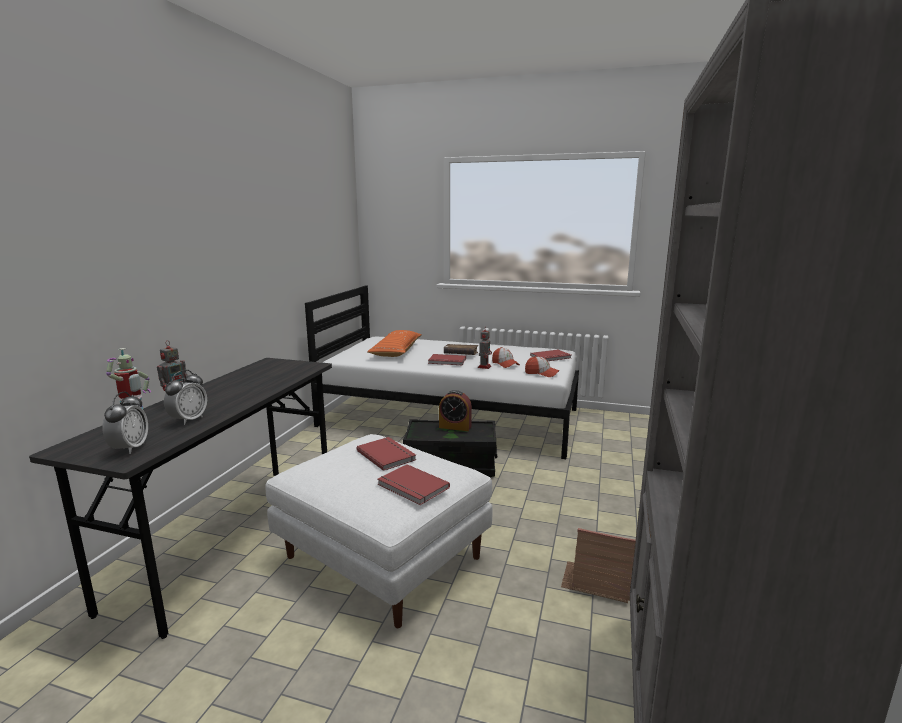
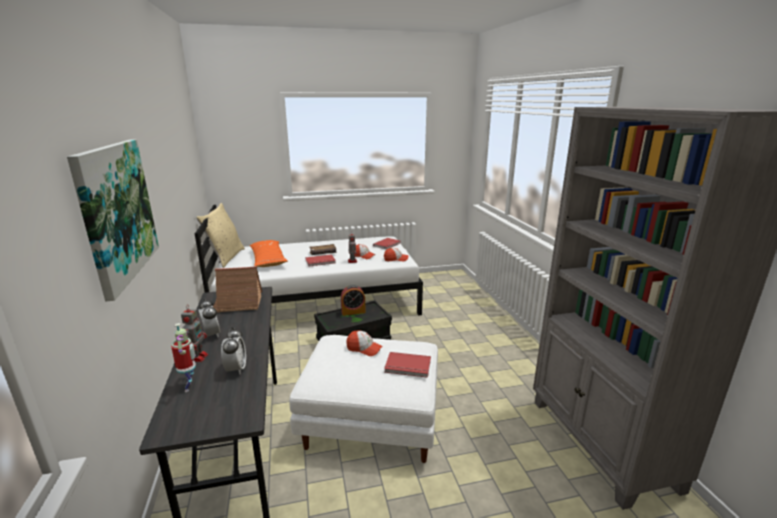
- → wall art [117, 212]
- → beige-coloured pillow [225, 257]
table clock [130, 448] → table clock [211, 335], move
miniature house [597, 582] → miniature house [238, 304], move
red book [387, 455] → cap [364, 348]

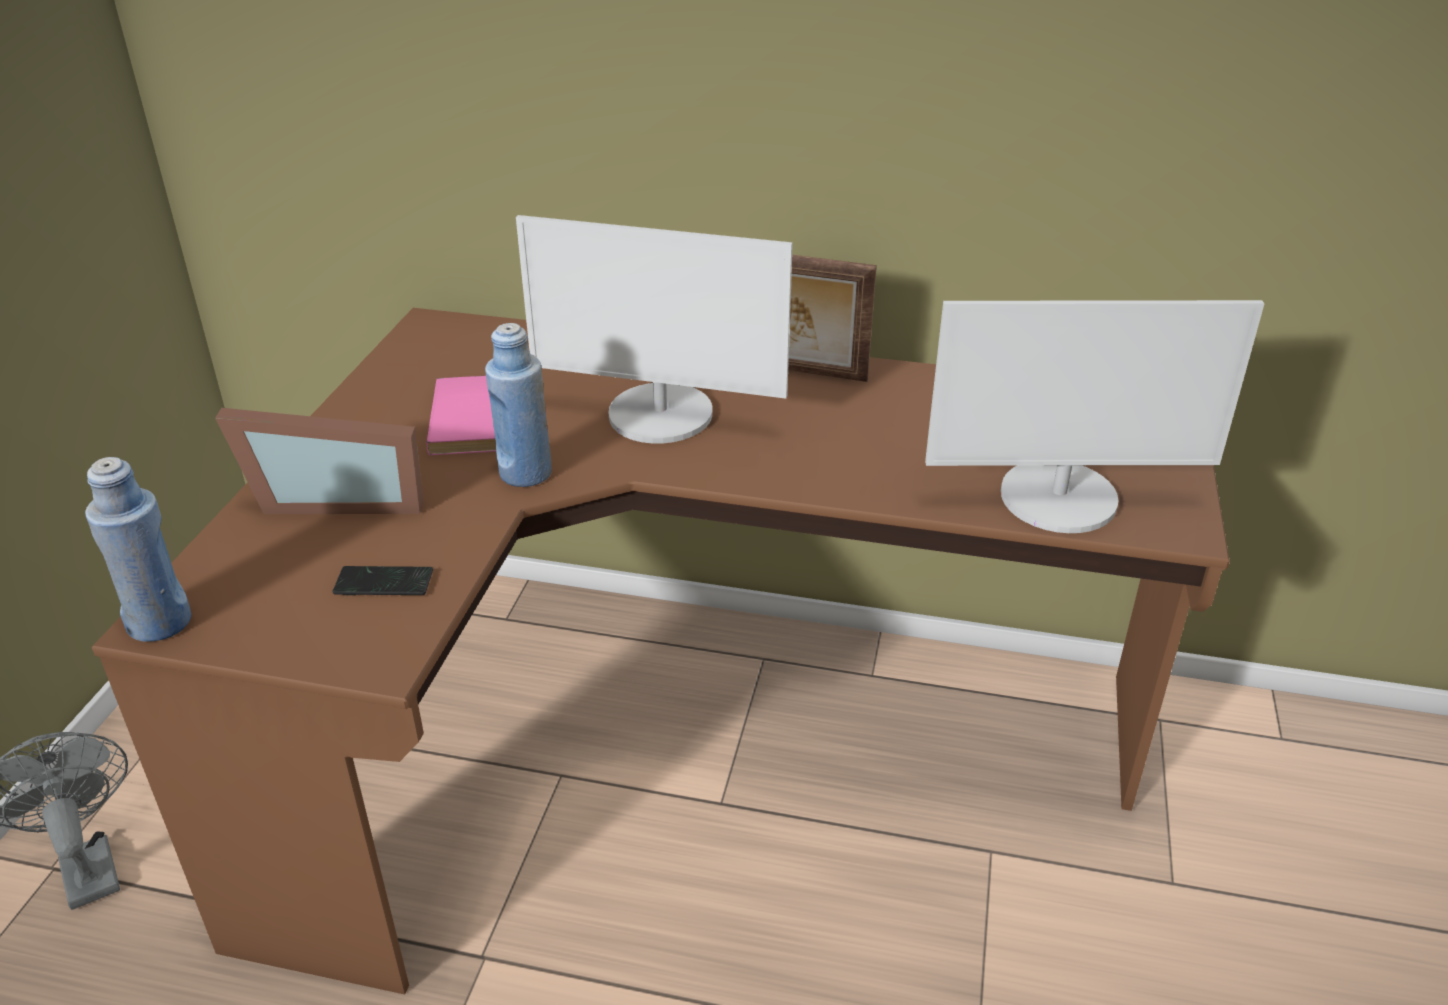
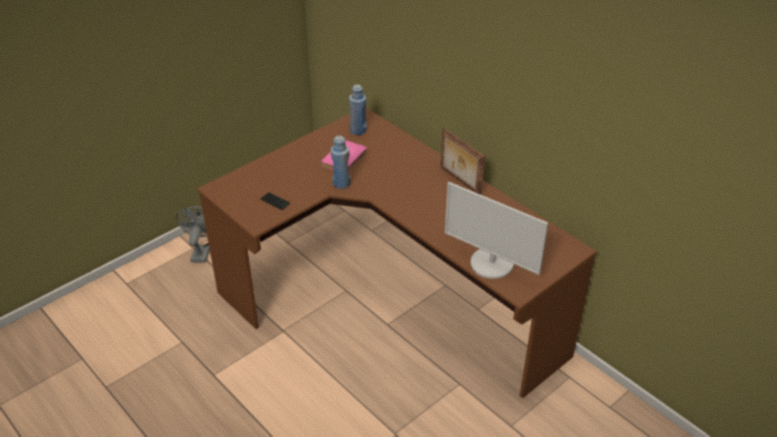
blue bottle [160, 622] → blue bottle [358, 130], move
standing frame [339, 498] → -
monitor [661, 415] → -

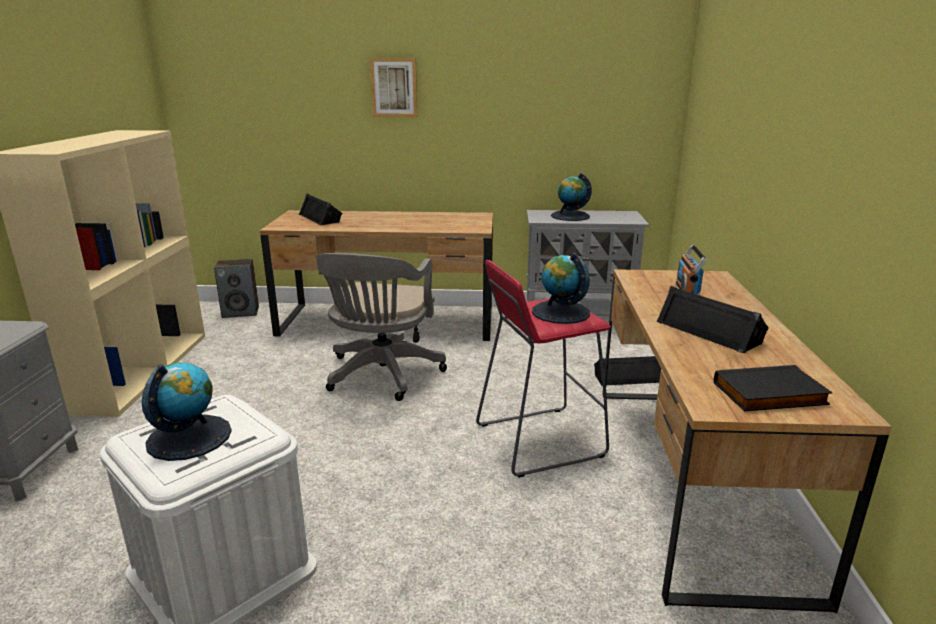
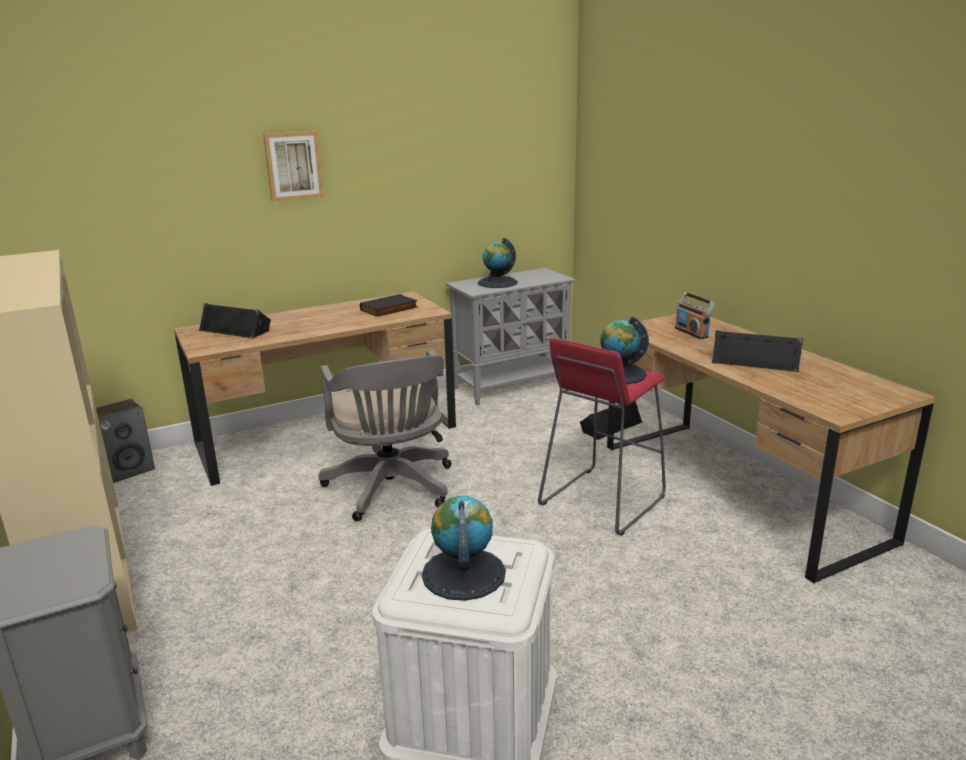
black book [770, 395] → black book [389, 309], move

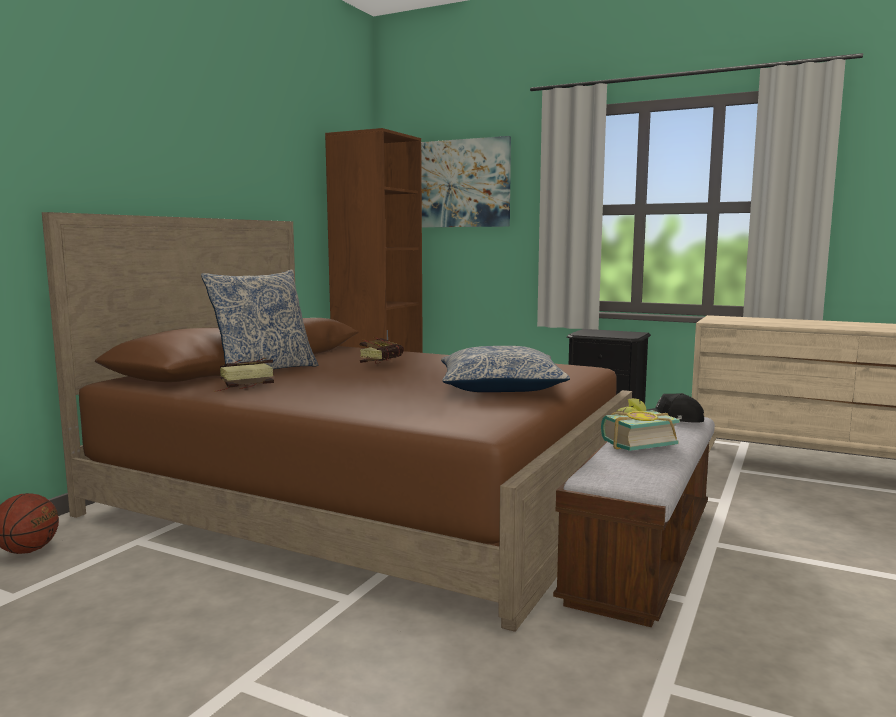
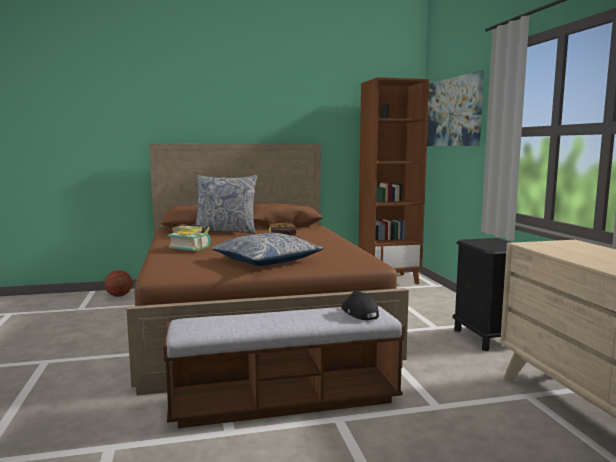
book [634, 443] → book [192, 248], move

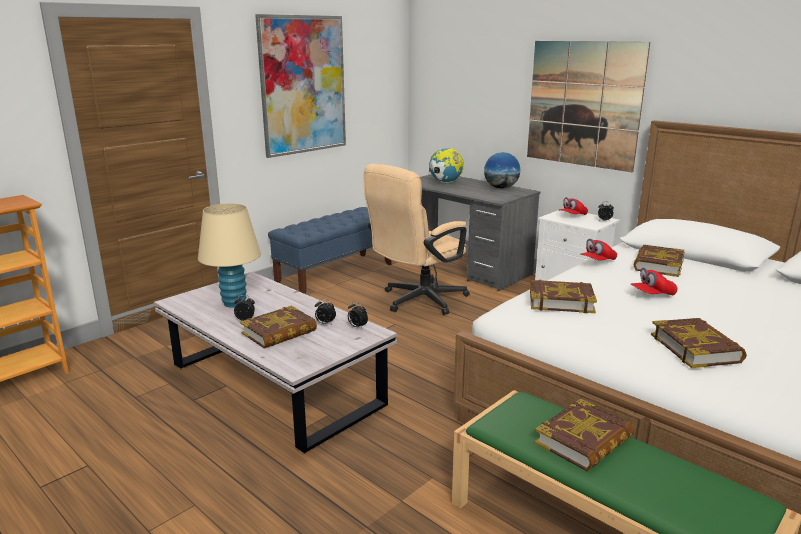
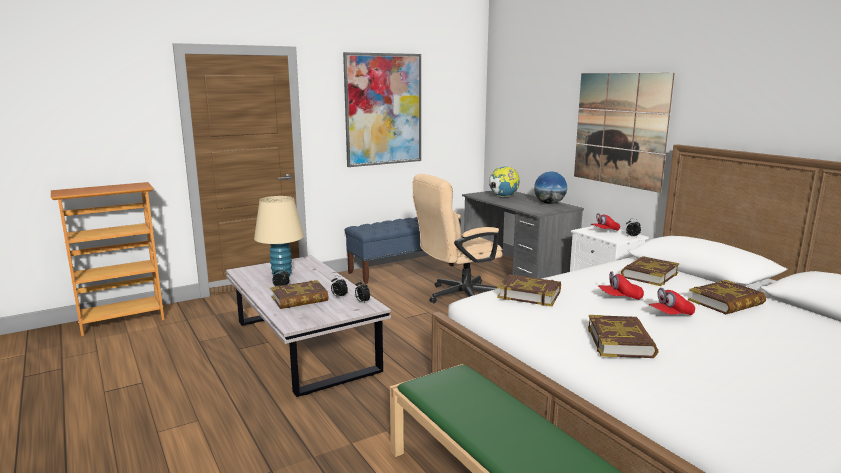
red cap [597, 261] → red cap [670, 315], move
book [584, 441] → book [726, 302], move

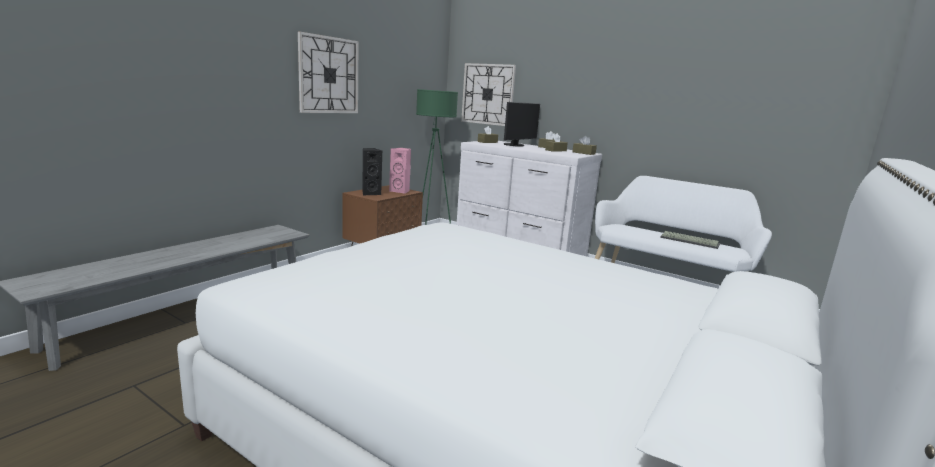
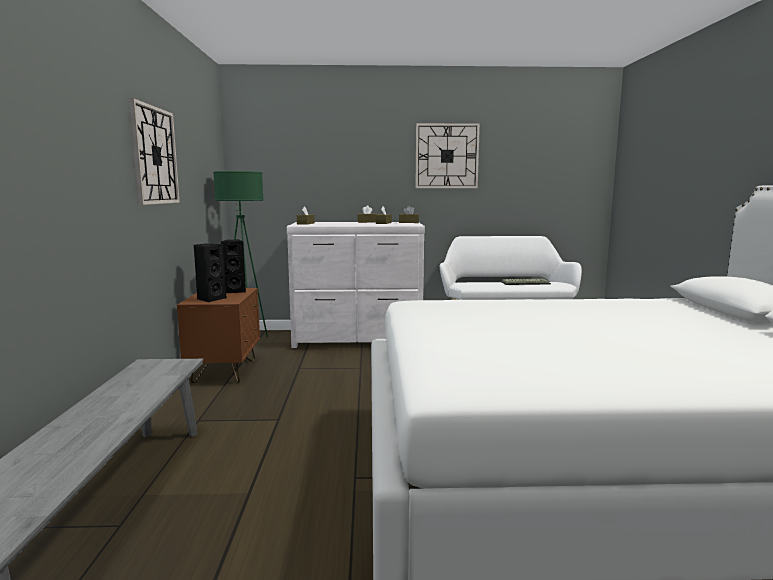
pink-coloured audio speaker [400, 191] → black audio speaker [235, 291]
hanging clock [488, 94] → hanging clock [447, 156], move
monitor [516, 145] → -

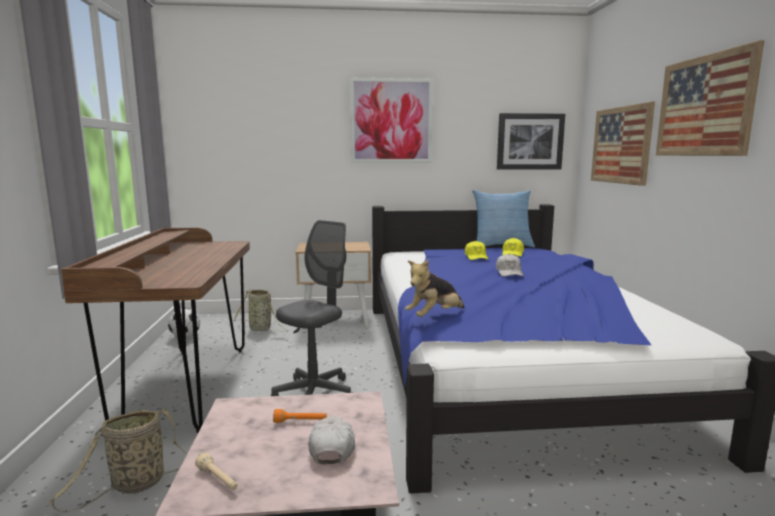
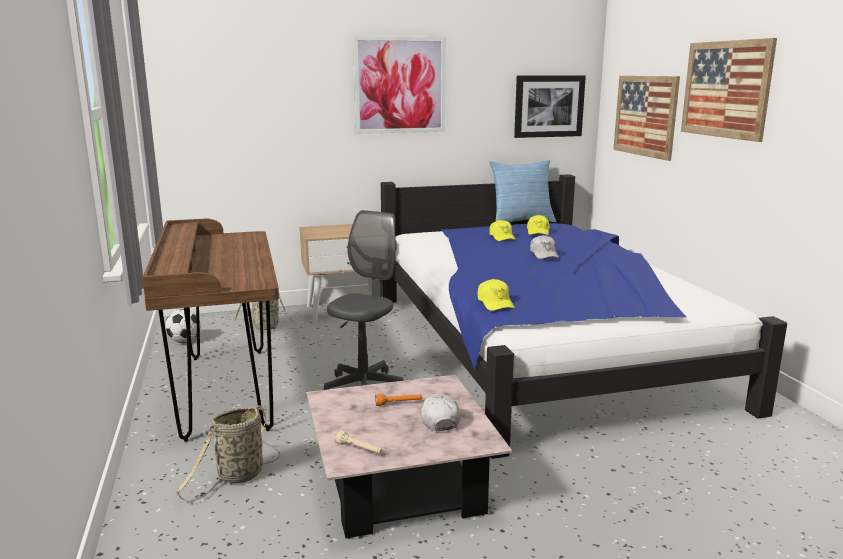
plush toy [434, 316] → yellow-coloured cap [495, 303]

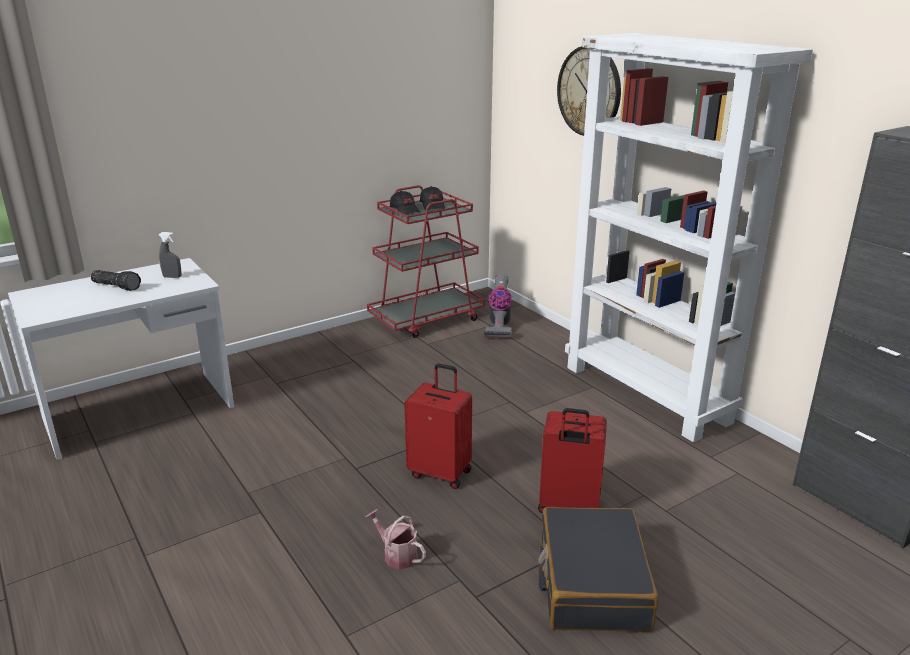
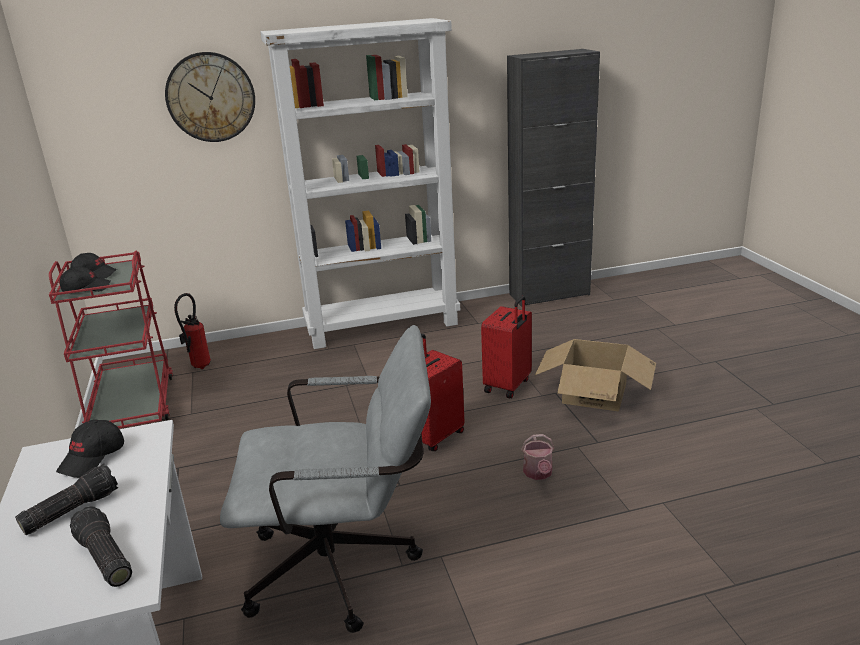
greyish spray bottle [172, 277] → black cap [93, 458]
- → hand torch [103, 558]
vacuum [499, 325] → extinguisher [198, 367]
- → greyish desk chair [347, 566]
watering pot [396, 555] → watering pot [538, 474], 60 degrees counterclockwise
black suitcase [591, 583] → carton [595, 393]

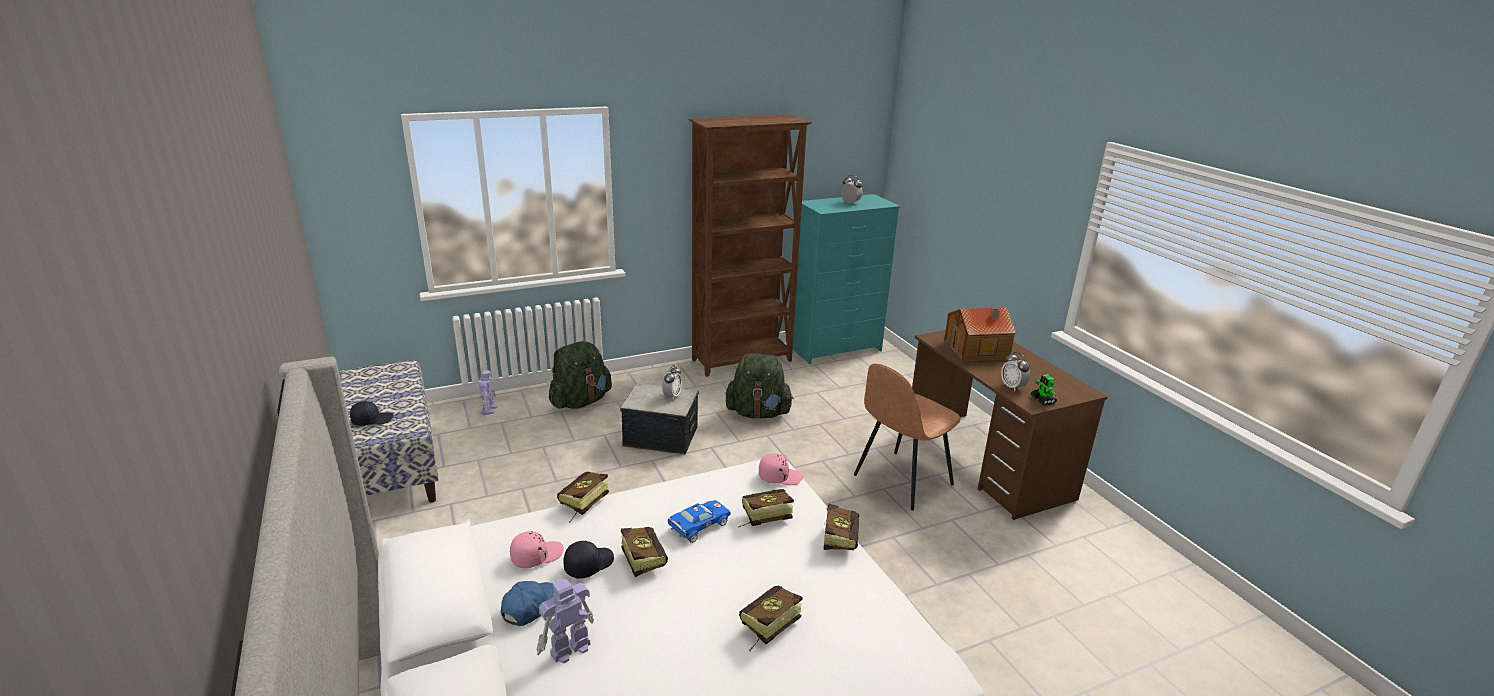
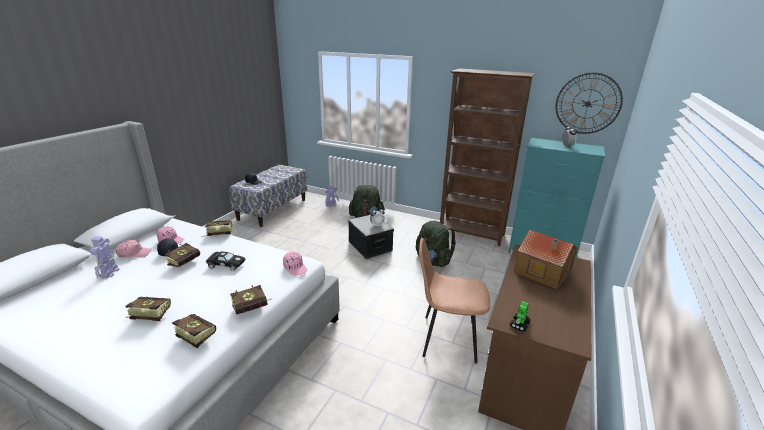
toy robot [568, 649] → toy robot [109, 273], 105 degrees counterclockwise
blue cap [530, 607] → pink-coloured cap [134, 253]
book [761, 517] → book [194, 336], move
blue toy car [697, 527] → black toy car [225, 265]
- → hanging clock [587, 103]
table clock [1012, 387] → -

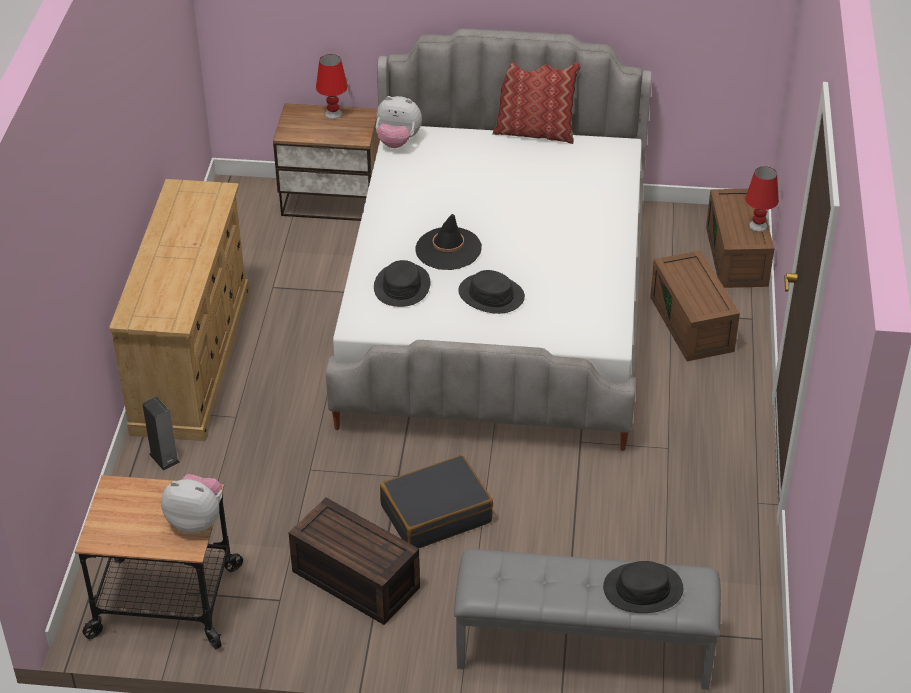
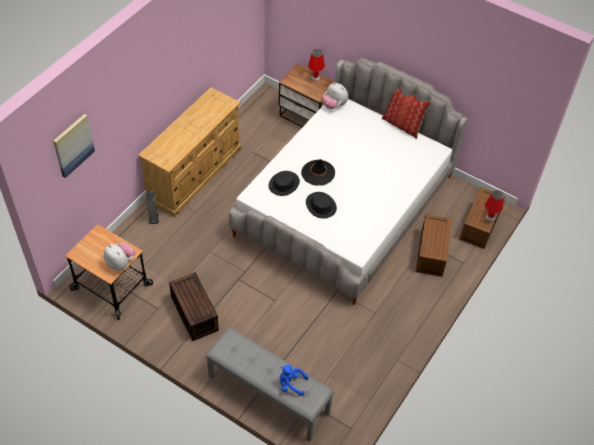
- → wall art [73, 145]
black clothing hat [643, 589] → blue plush toy [291, 384]
black suitcase [436, 513] → -

